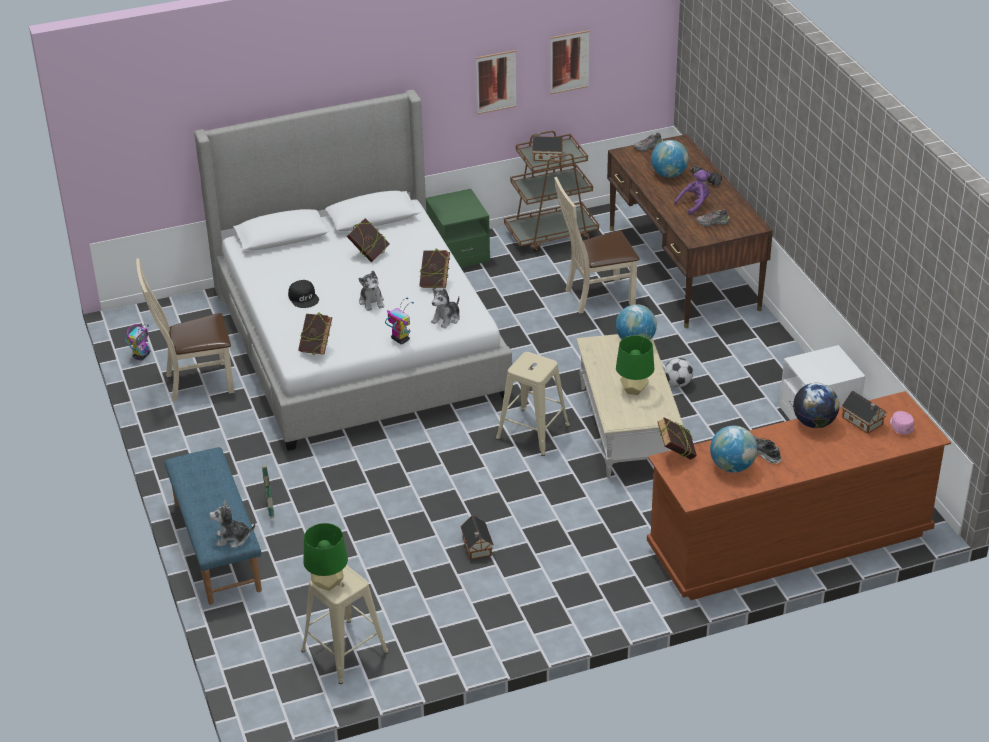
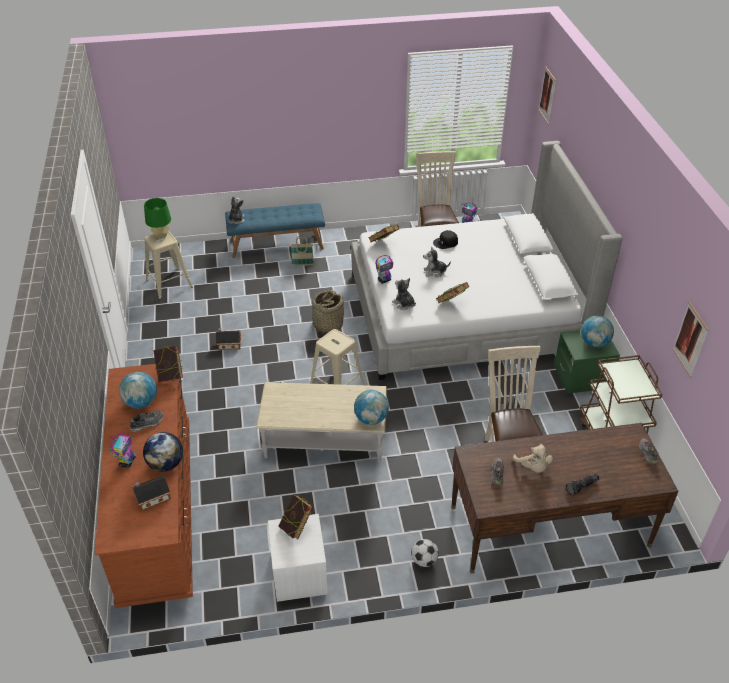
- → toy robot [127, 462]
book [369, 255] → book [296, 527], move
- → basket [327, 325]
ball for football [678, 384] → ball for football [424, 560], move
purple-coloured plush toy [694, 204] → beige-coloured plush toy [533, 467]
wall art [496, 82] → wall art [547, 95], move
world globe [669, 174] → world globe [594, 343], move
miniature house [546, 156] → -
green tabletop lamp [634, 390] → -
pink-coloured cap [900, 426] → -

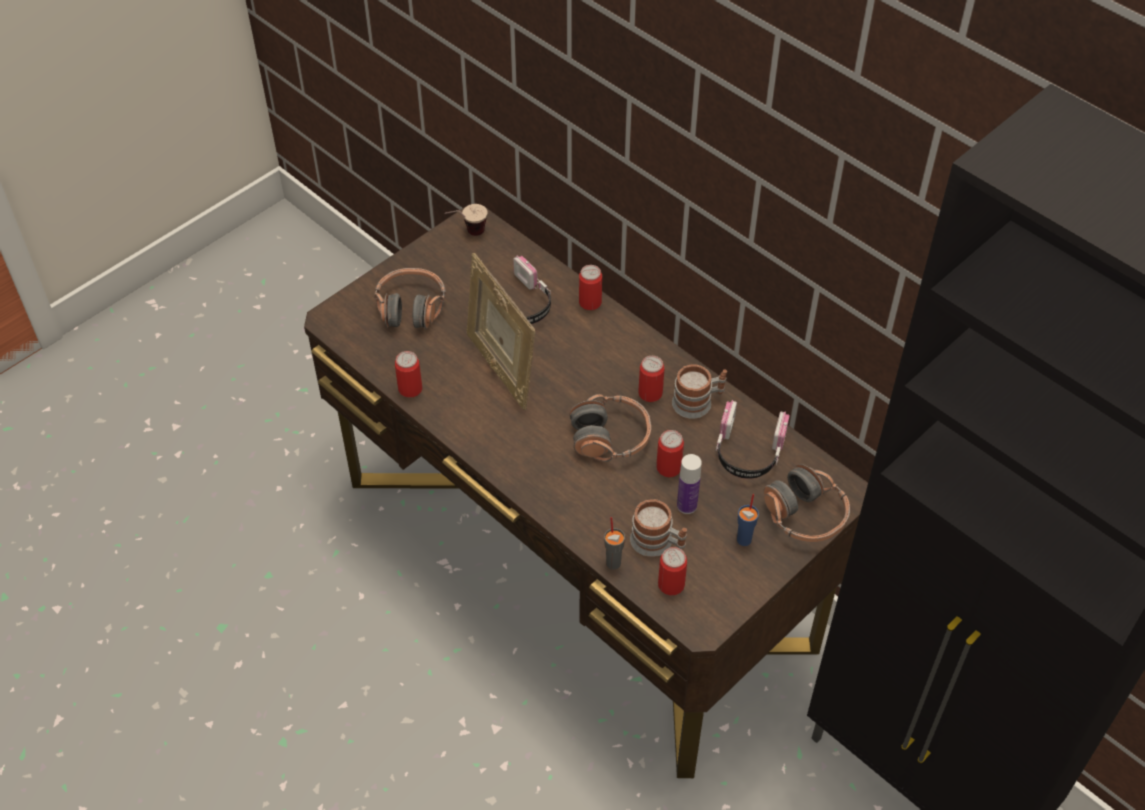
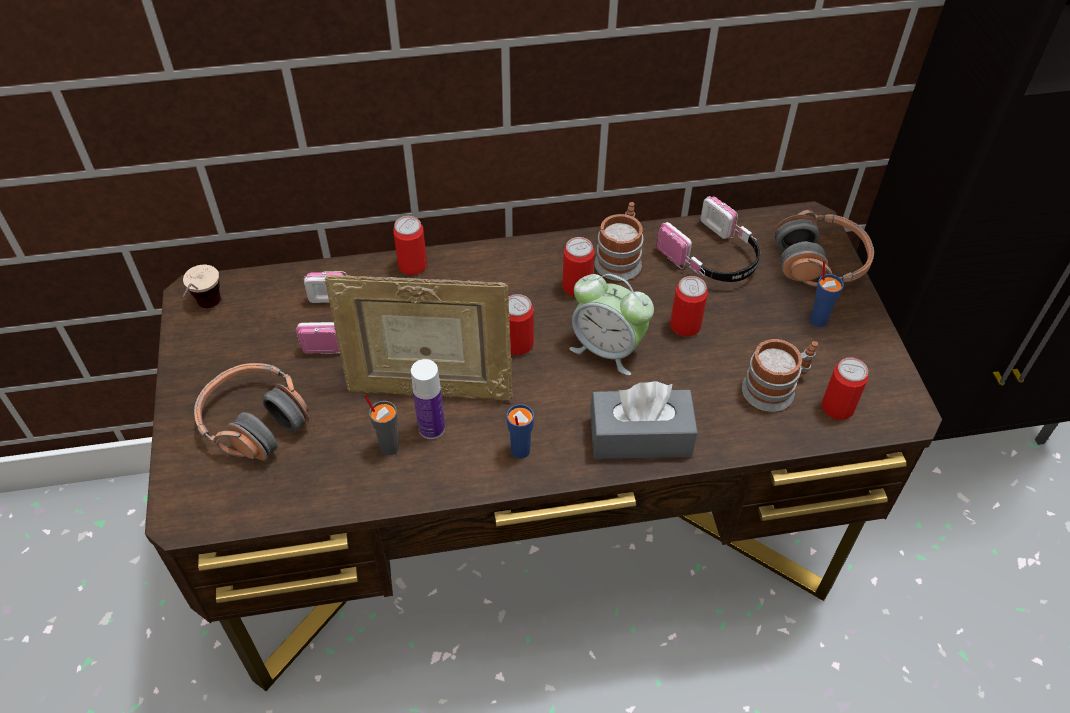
greyish small cup [613, 562] → greyish small cup [389, 446], move
bottle [686, 505] → bottle [431, 428], move
- → blue small cup [520, 451]
can [410, 389] → can [517, 344], move
pair of headphones [610, 437] → table clock [607, 349]
- → greyish tissue box [640, 436]

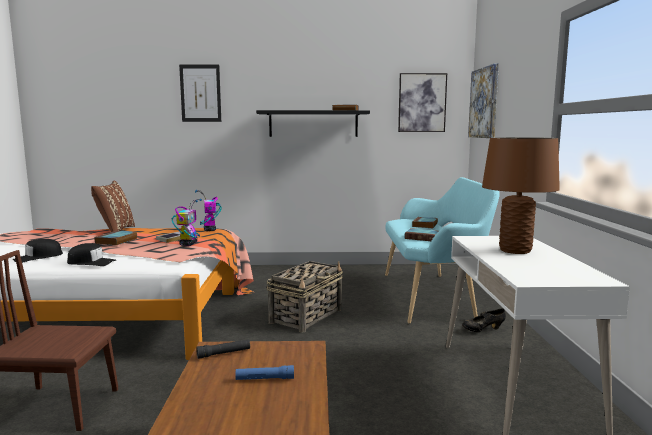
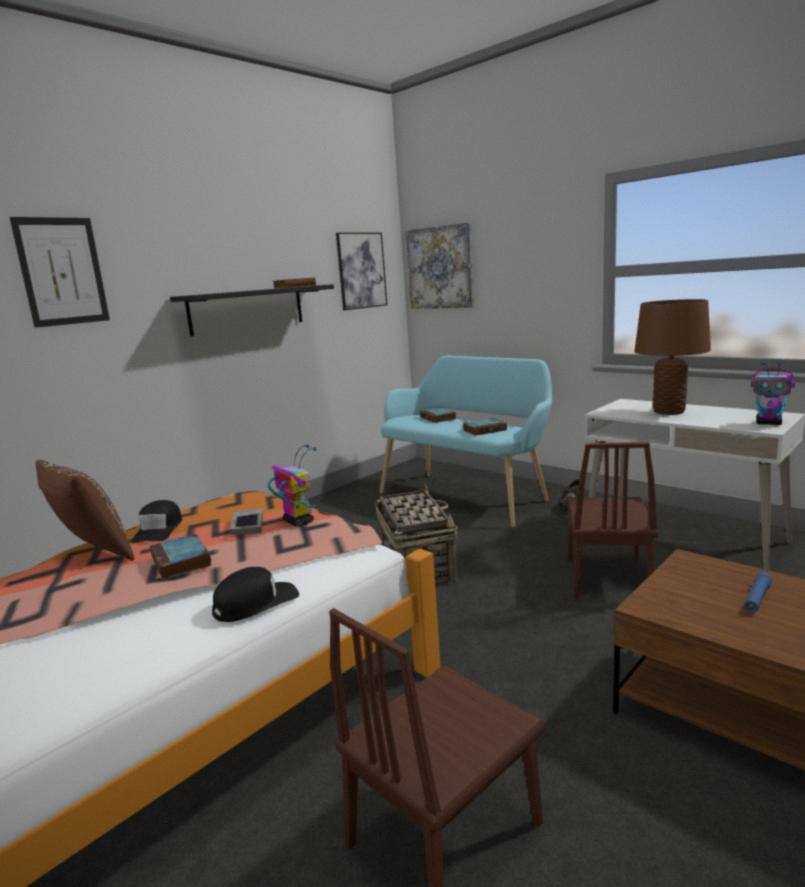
black cap [38, 257] → black cap [159, 530], move
- → brown upright chair [607, 577]
toy robot [210, 230] → toy robot [769, 423], move
black hand torch [224, 353] → -

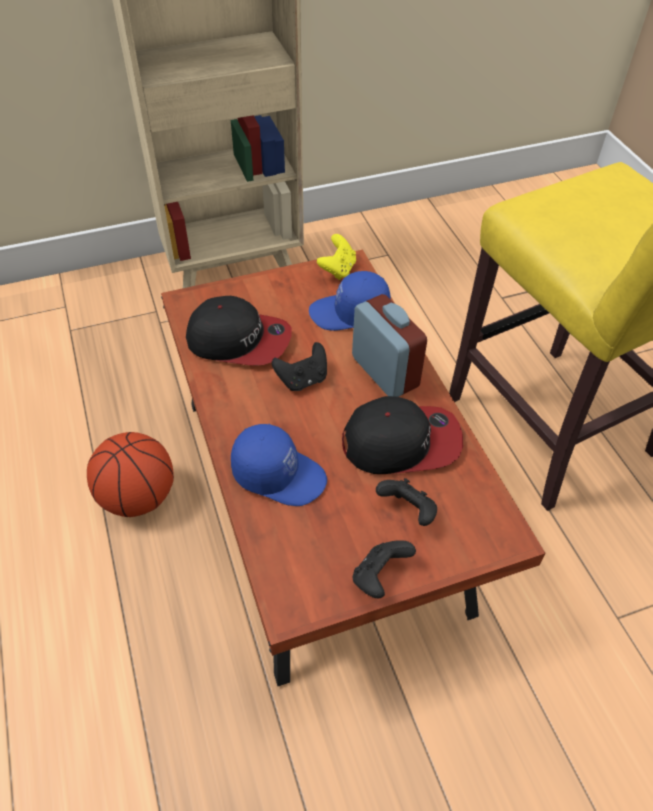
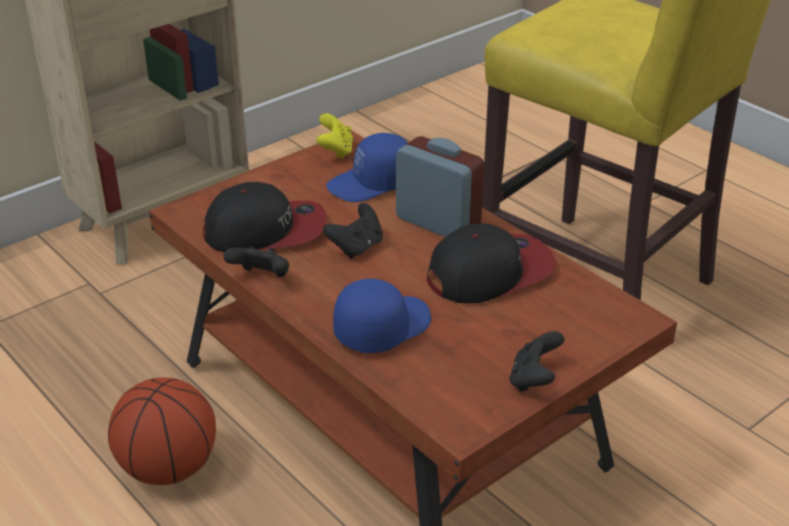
black gamepad [408, 511] → black gamepad [261, 278], move
blue cap [279, 474] → blue cap [381, 327], 45 degrees counterclockwise

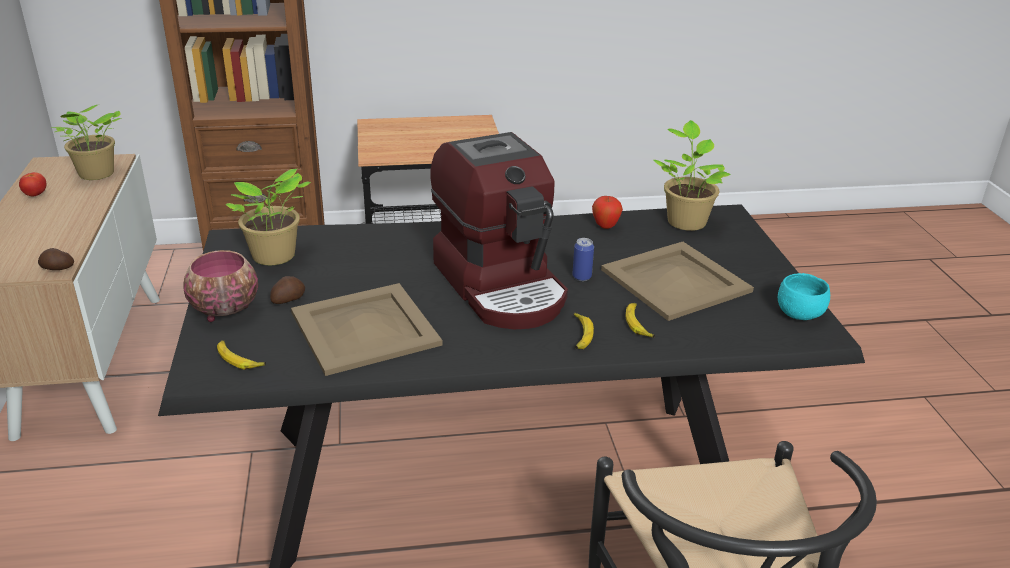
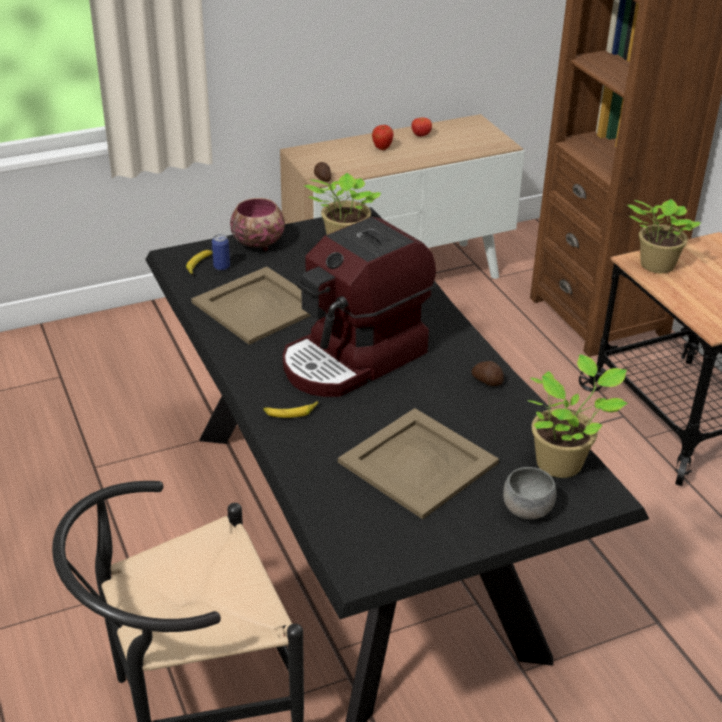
can [581, 277] → can [221, 267], move
apple fruit [605, 227] → apple fruit [382, 148], move
spud [288, 299] → spud [487, 381], move
- → greyish deep dish [527, 510]
plant in a pot [96, 175] → plant in a pot [655, 265], move
banana [638, 324] → -
blue-green deep dish [799, 314] → -

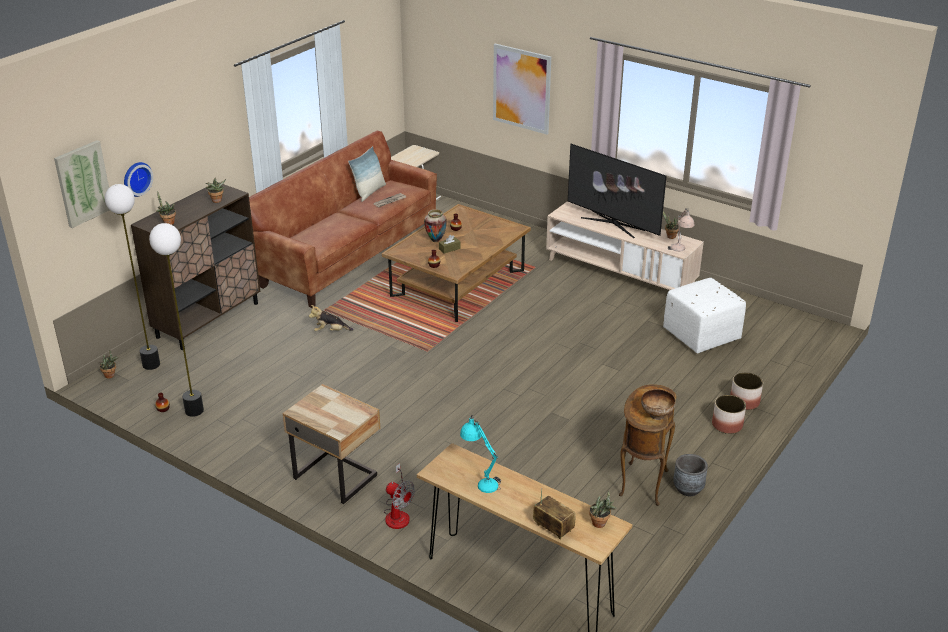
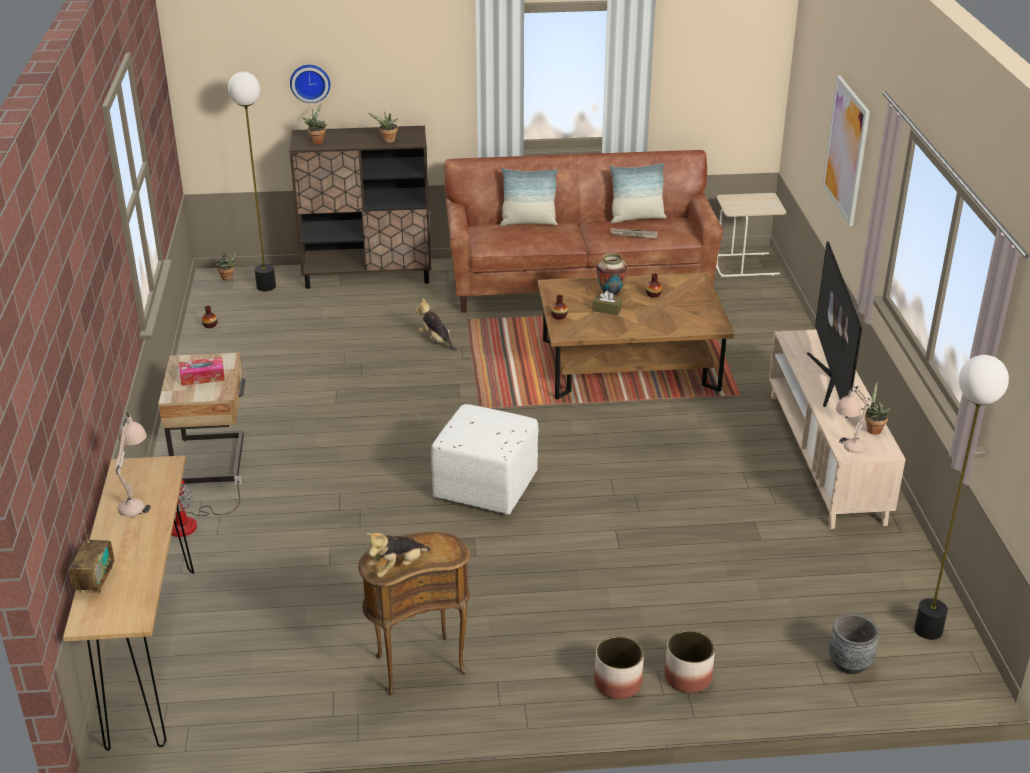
blue-green tabletop lamp [480, 480] → beige-coloured tabletop lamp [137, 499]
- → tissue box [202, 377]
deep dish [656, 415] → plush toy [397, 567]
whitish ottoman [701, 336] → whitish ottoman [484, 487], move
- → pillow [528, 222]
greyish plant pot [688, 489] → greyish plant pot [849, 663], move
floor lamp [194, 411] → floor lamp [927, 629], move
wall art [83, 183] → -
plant in a pot [601, 524] → -

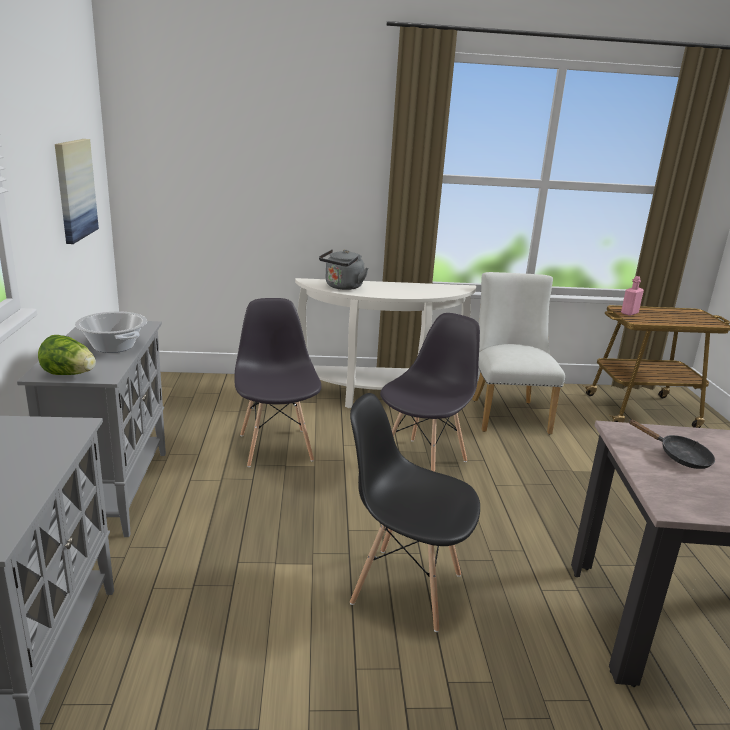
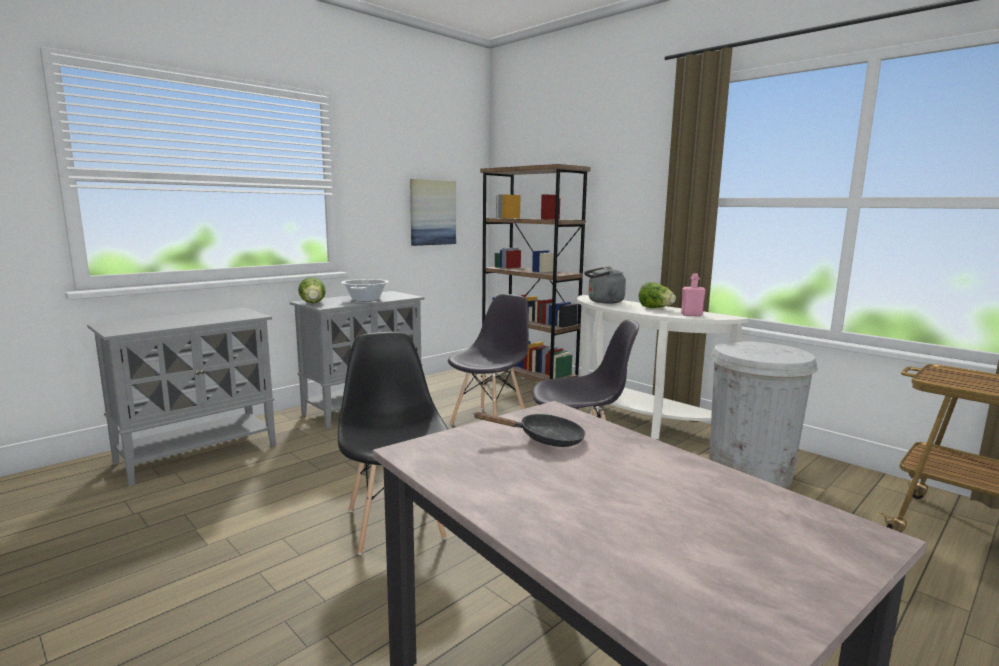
black pan [678, 456] → black pan [544, 439], 90 degrees counterclockwise
- → brown bookcase [528, 382]
- → lettuce head [655, 308]
pink-coloured bottle [629, 313] → pink-coloured bottle [691, 315], move
whitish upright chair [507, 413] → whitish waste bin [749, 472]

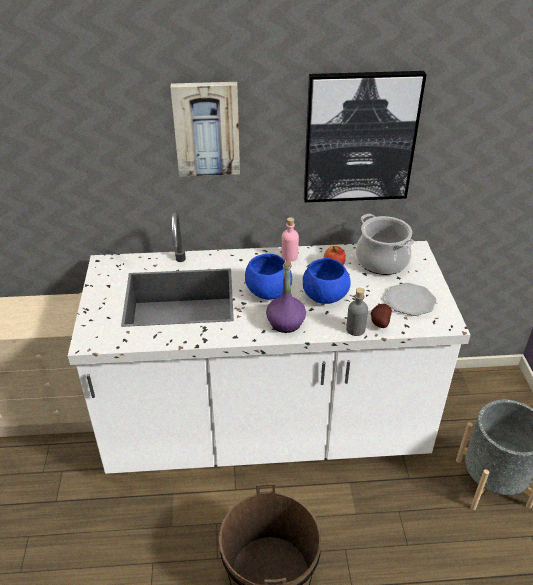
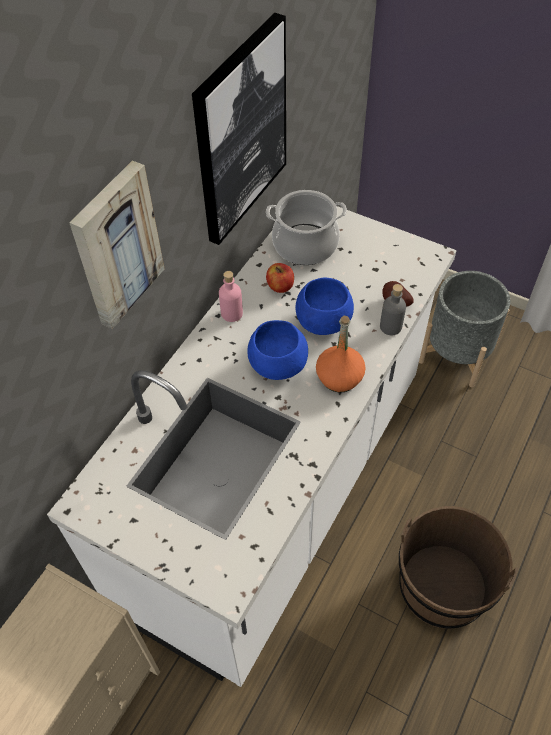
purple-coloured bottle [285, 323] → orangey bottle [339, 377]
dinner plate [409, 301] → -

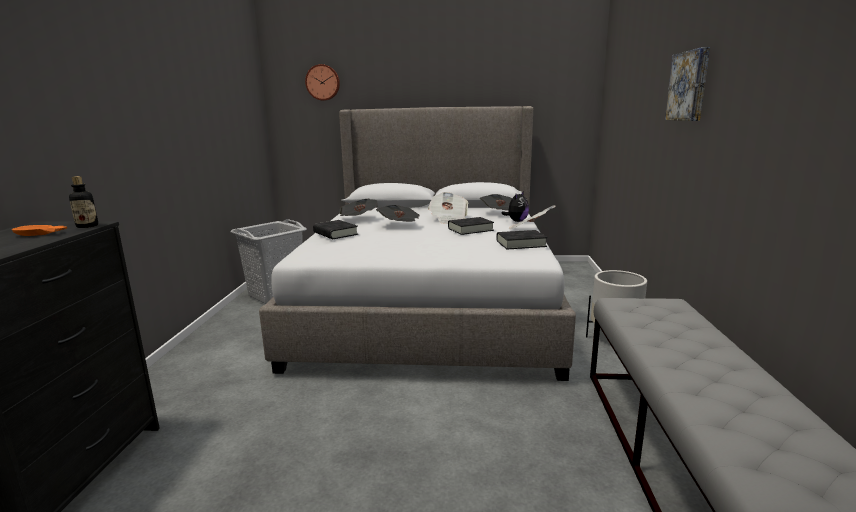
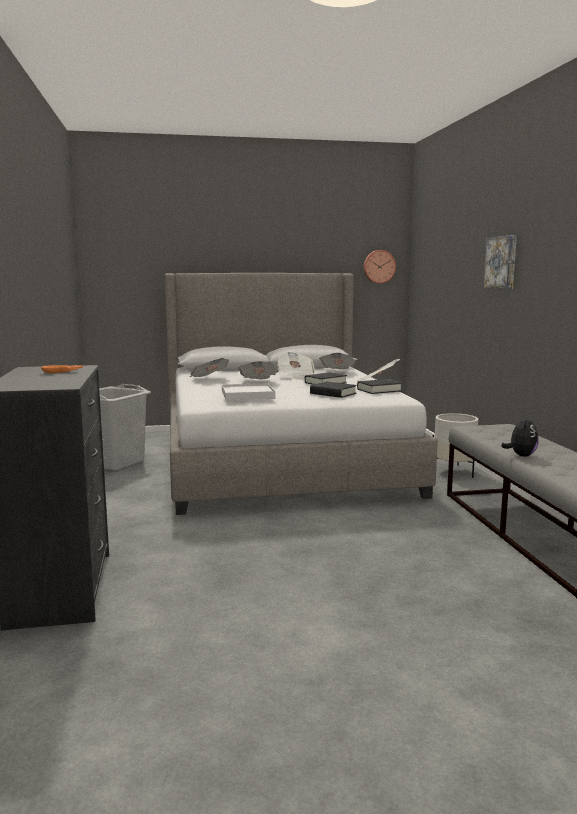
- → whitish carrying tray [248, 395]
black book [335, 233] → black book [333, 394], move
hanging clock [323, 82] → hanging clock [379, 266], move
plush toy [516, 221] → plush toy [521, 455], move
bottle [87, 226] → -

